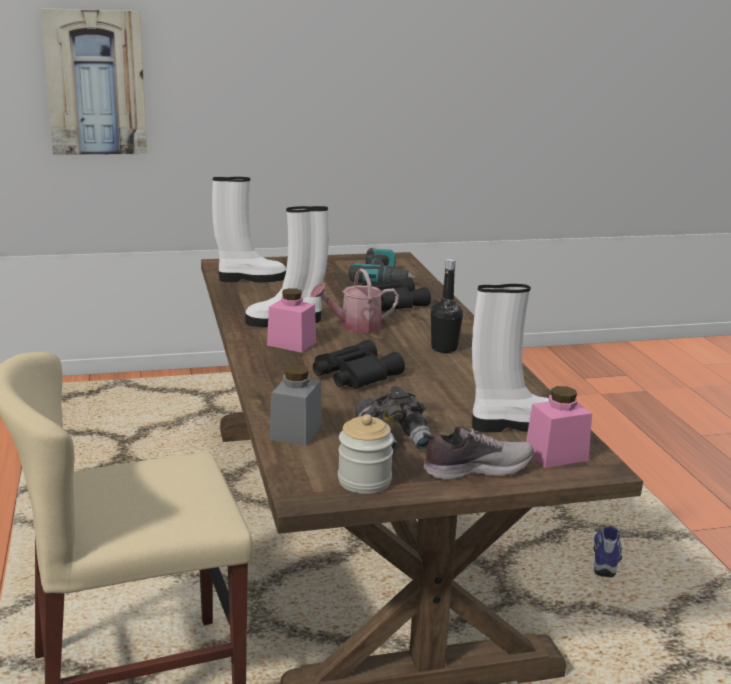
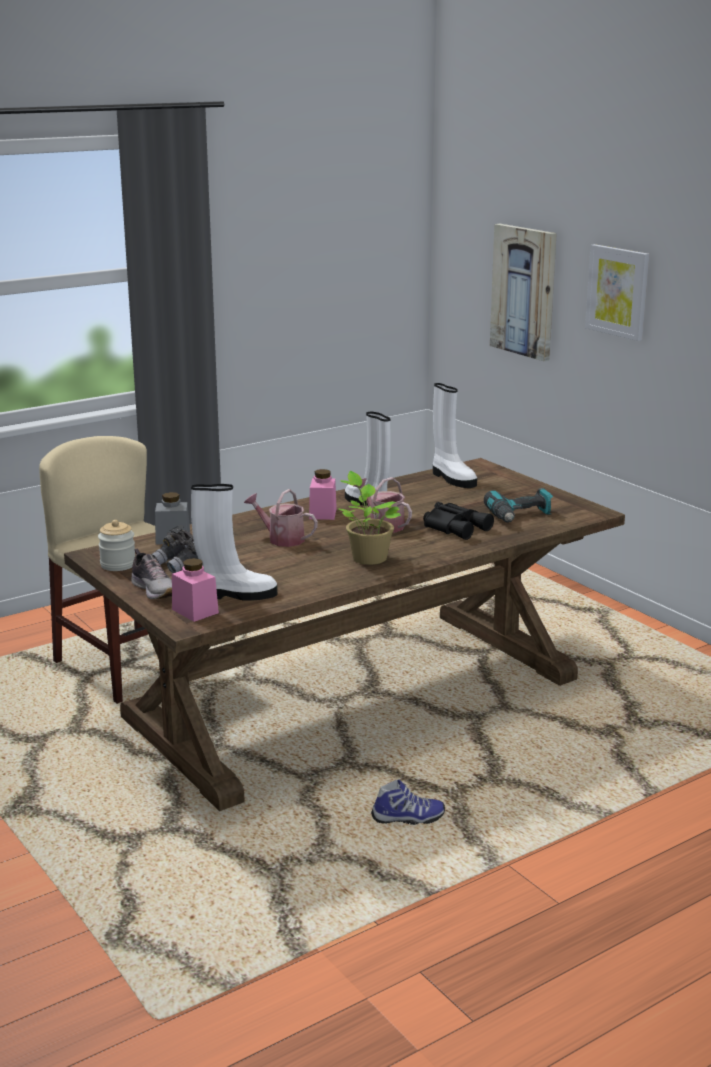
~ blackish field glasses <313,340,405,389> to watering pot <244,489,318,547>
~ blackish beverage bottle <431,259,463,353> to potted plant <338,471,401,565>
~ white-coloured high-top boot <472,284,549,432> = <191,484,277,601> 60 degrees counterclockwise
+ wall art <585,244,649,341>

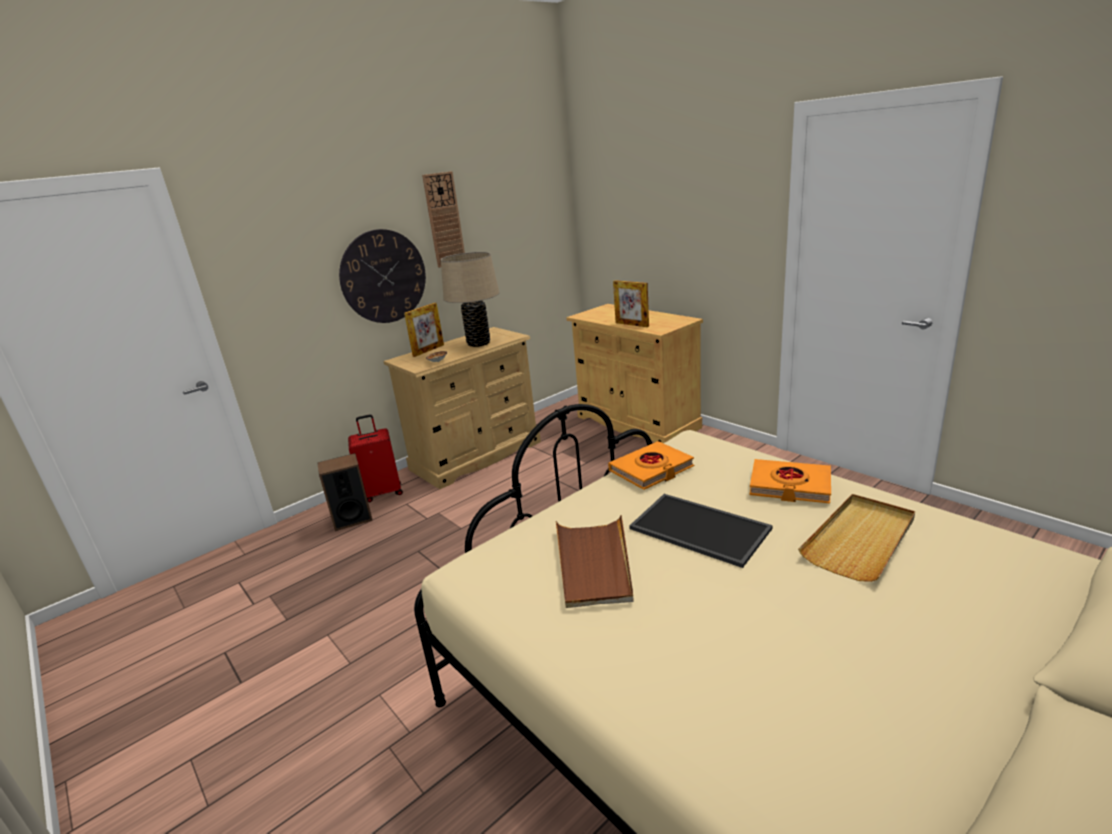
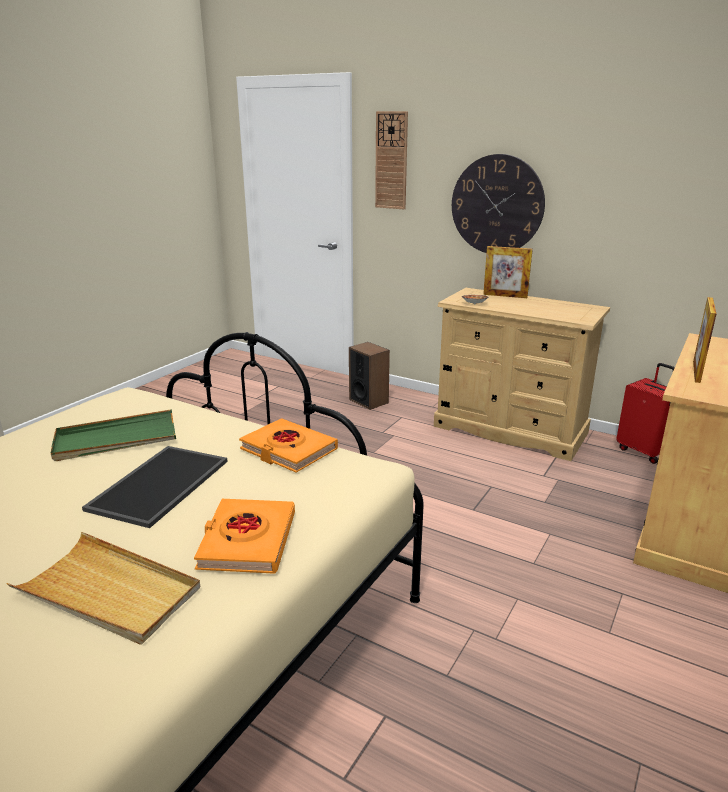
~ reddish suitcase <348,414,403,502> to <616,363,675,464>
~ clock on the wall <422,171,465,268> to <375,111,408,209>
- beige tabletop lamp <441,252,500,347>
~ brown-coloured serving tray <556,515,634,608> to green serving tray <51,409,176,461>

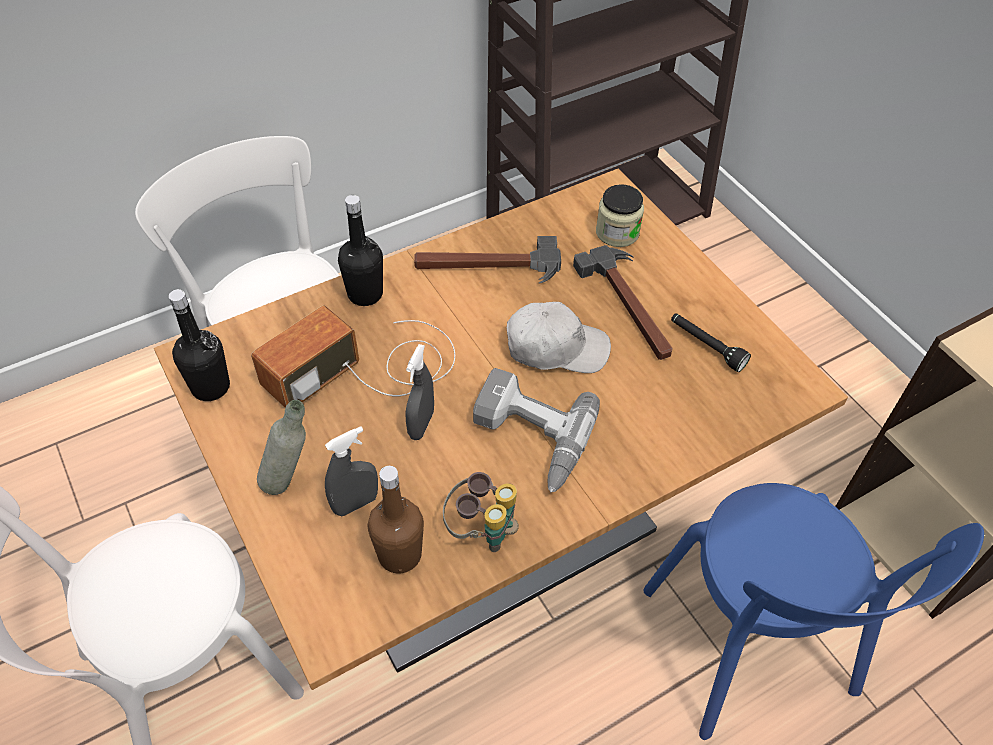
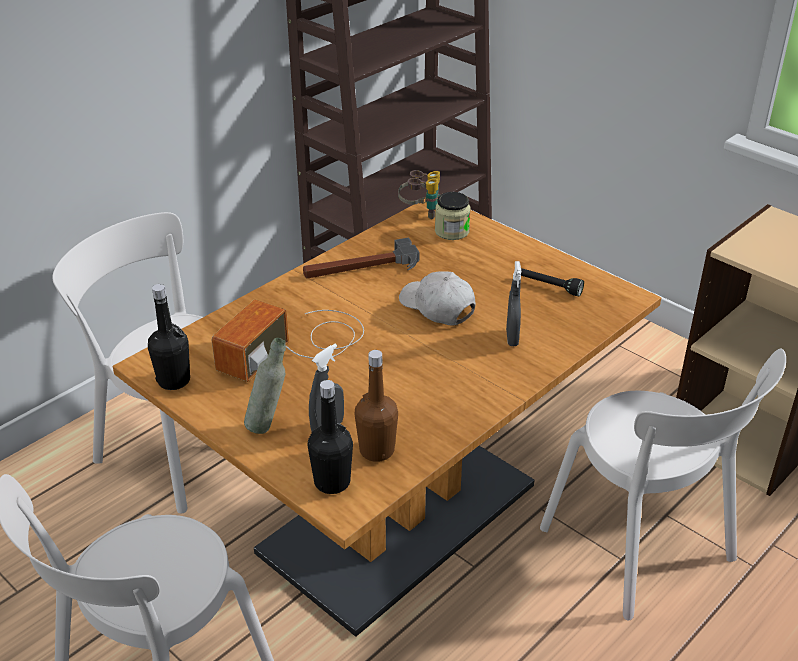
~ blackish beverage bottle <338,195,383,306> to <308,380,353,494>
~ grey sprayer <405,344,434,440> to <506,261,521,346>
~ field glasses <443,472,519,552> to <398,170,440,219>
- power drill <473,368,600,493>
~ white-coloured baseball cap <507,302,611,373> = <399,271,476,325> 120 degrees counterclockwise
- hand hammer <573,245,673,360>
~ blue plain chair <643,483,984,740> to white-coloured plain chair <540,349,786,621>

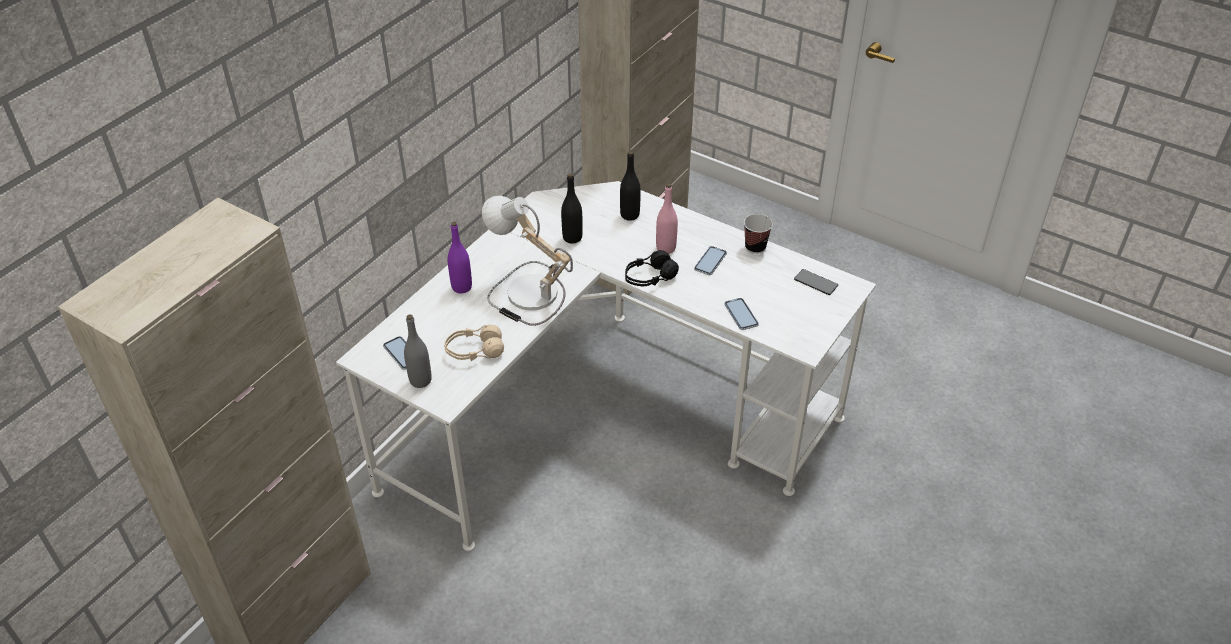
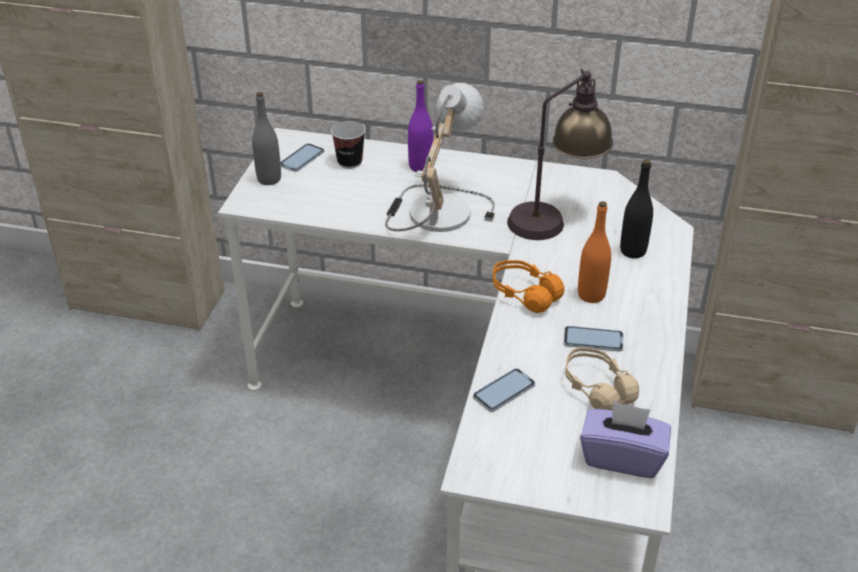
~ beige headset <444,325,504,361> to <565,348,639,410>
~ blackish beverage bottle <561,173,583,244> to tabletop lamp <507,68,613,240>
~ blackish headset <625,250,679,287> to orange headset <493,260,565,313>
~ pinkish beverage bottle <656,183,678,254> to orange beverage bottle <578,201,611,303>
~ drinking cup <744,214,773,254> to <331,121,365,169>
~ telephone <794,269,838,295> to purple-coloured tissue holder <580,401,671,478>

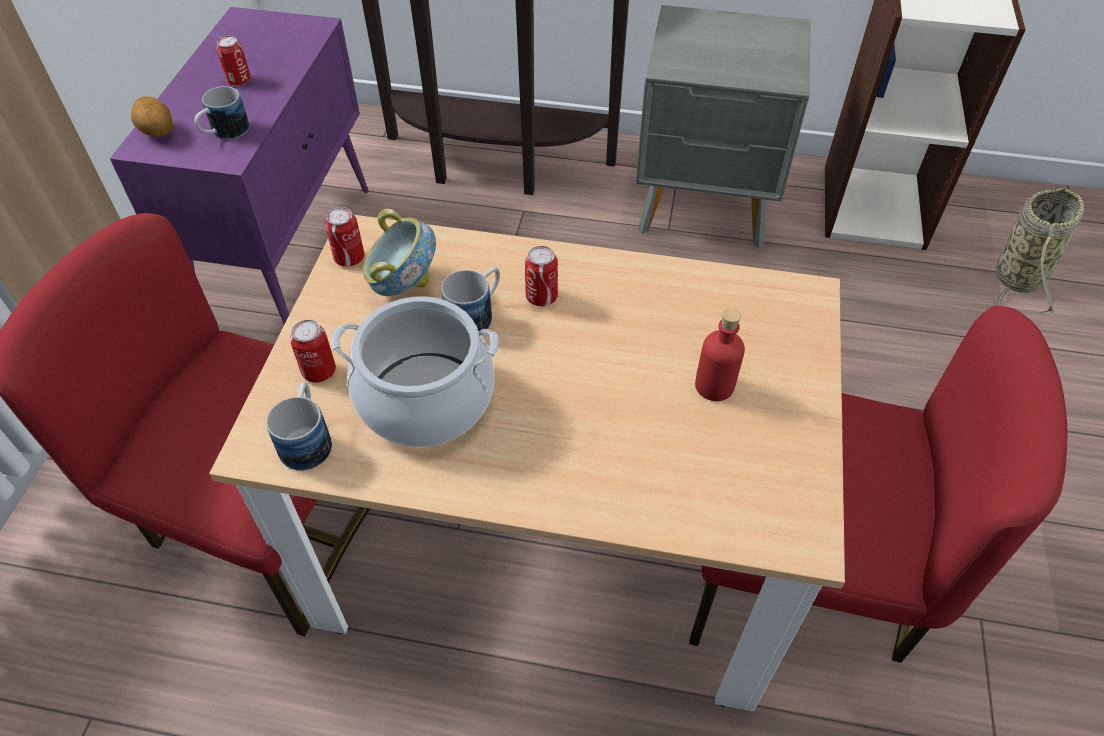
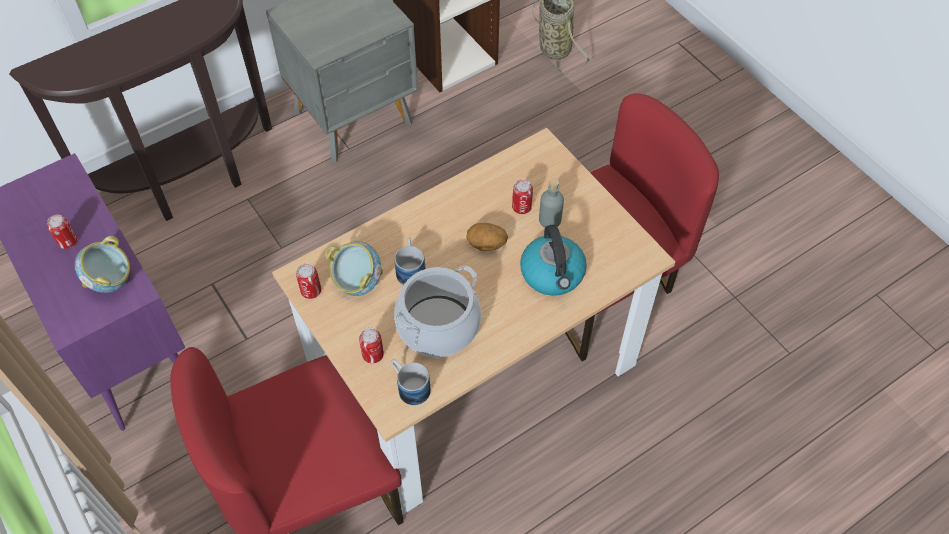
~ potato <131,96,173,137> to <467,223,508,251>
~ coffee mug <194,86,249,140> to serving bowl <75,236,130,293>
~ sealed can <525,246,558,306> to <512,179,533,214>
~ reddish beverage bottle <695,308,745,401> to grey beverage bottle <539,178,564,227>
+ tea kettle <520,225,587,296>

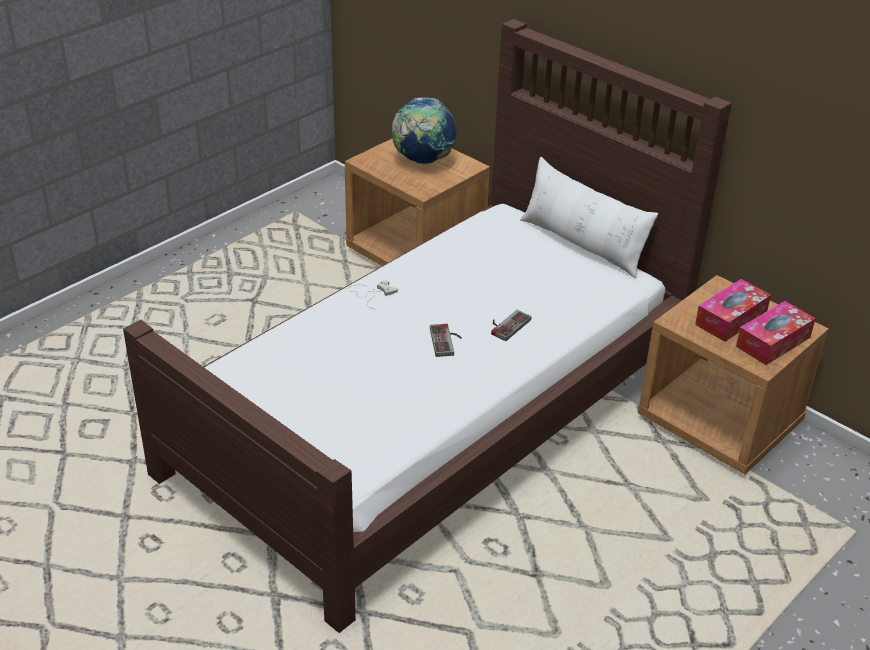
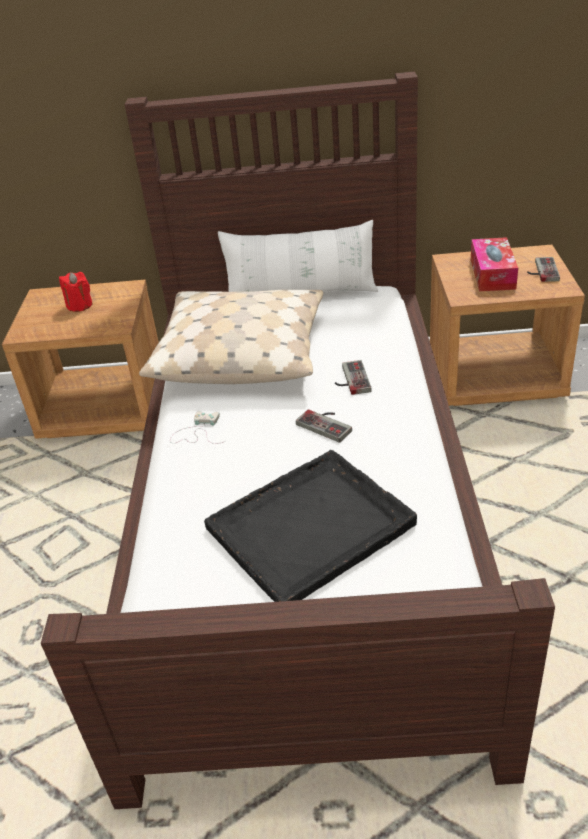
~ globe <392,97,457,165> to reddish wax candle <59,272,93,312>
~ tissue holder <736,301,816,365> to gamepad <527,257,560,282>
+ beige throw pillow <139,290,324,384>
+ blackish serving tray <204,450,417,602>

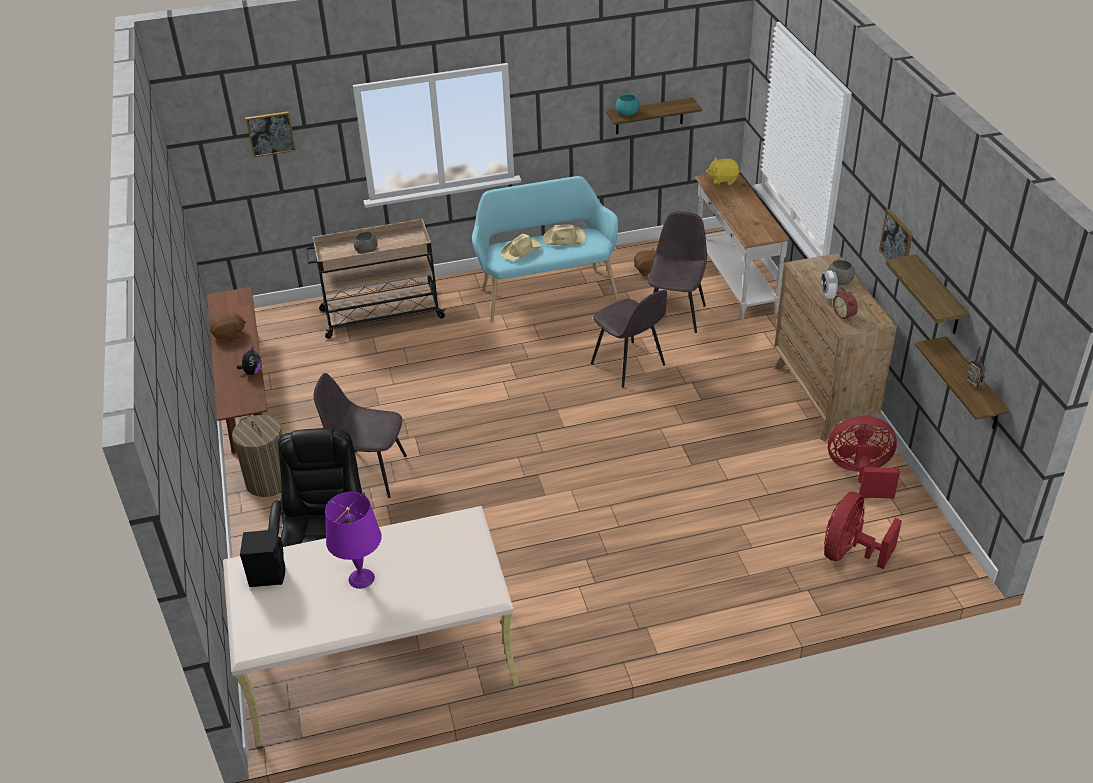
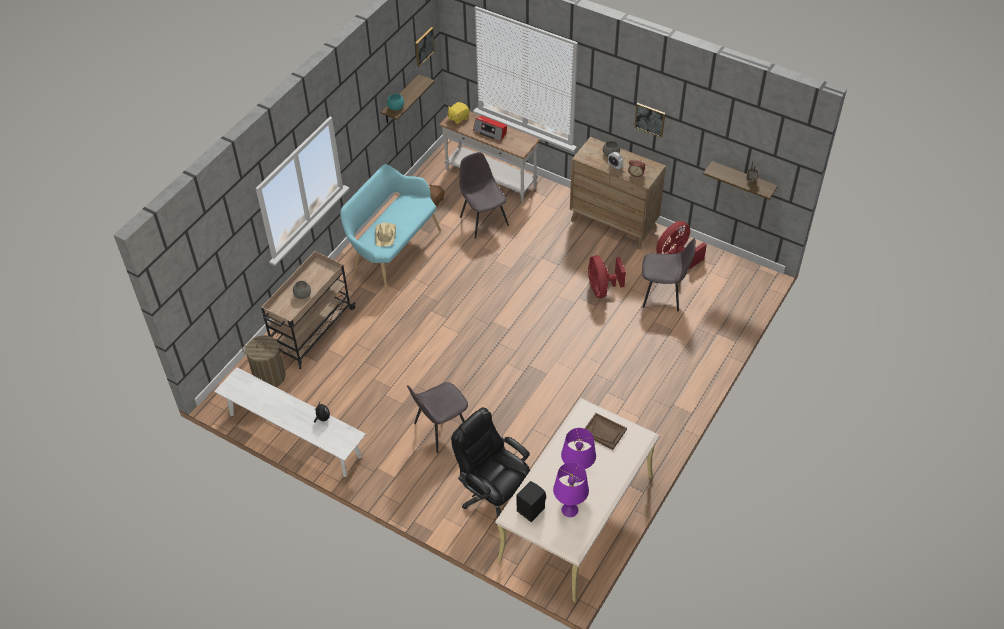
~ brown-coloured indoor bench <207,287,267,454> to white-coloured indoor bench <214,367,366,477>
- brown-coloured plush toy <210,309,246,343>
~ hamper <232,415,283,497> to <242,335,285,387>
~ wall art <246,111,296,157> to <415,27,435,67>
- beige clothing hat <543,224,586,245>
~ grey plain chair <591,290,667,388> to <642,238,696,311>
~ reddish fan <824,491,902,569> to <588,256,626,298>
- wall shelf <886,254,969,334>
+ radio set <473,116,507,141>
+ purple-coloured tabletop lamp <553,462,589,517>
+ brown-coloured serving tray <584,413,627,450>

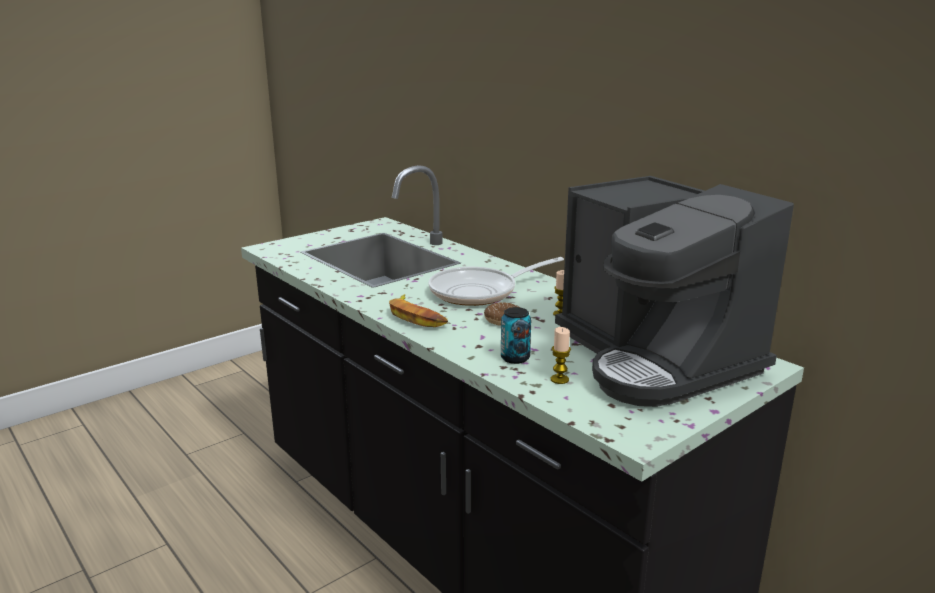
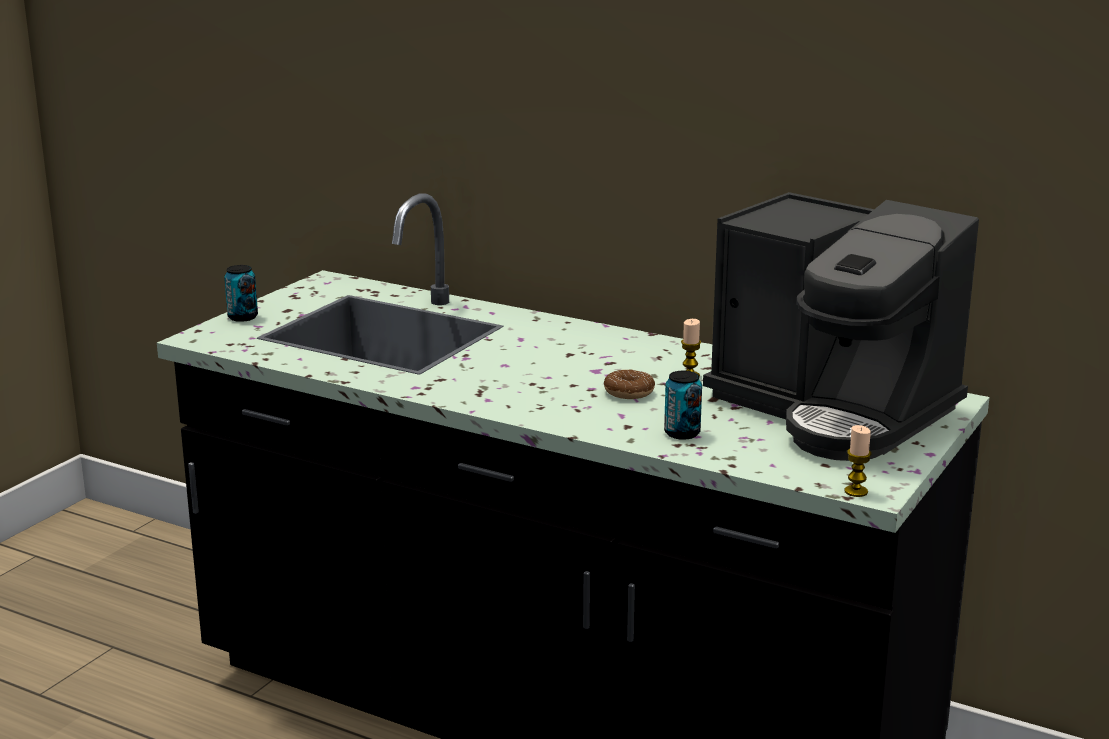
- banana fruit <389,294,448,327>
- pan <429,257,564,306>
~ wax candle <551,327,571,384> to <844,425,871,497>
+ sealed can <224,265,258,322>

